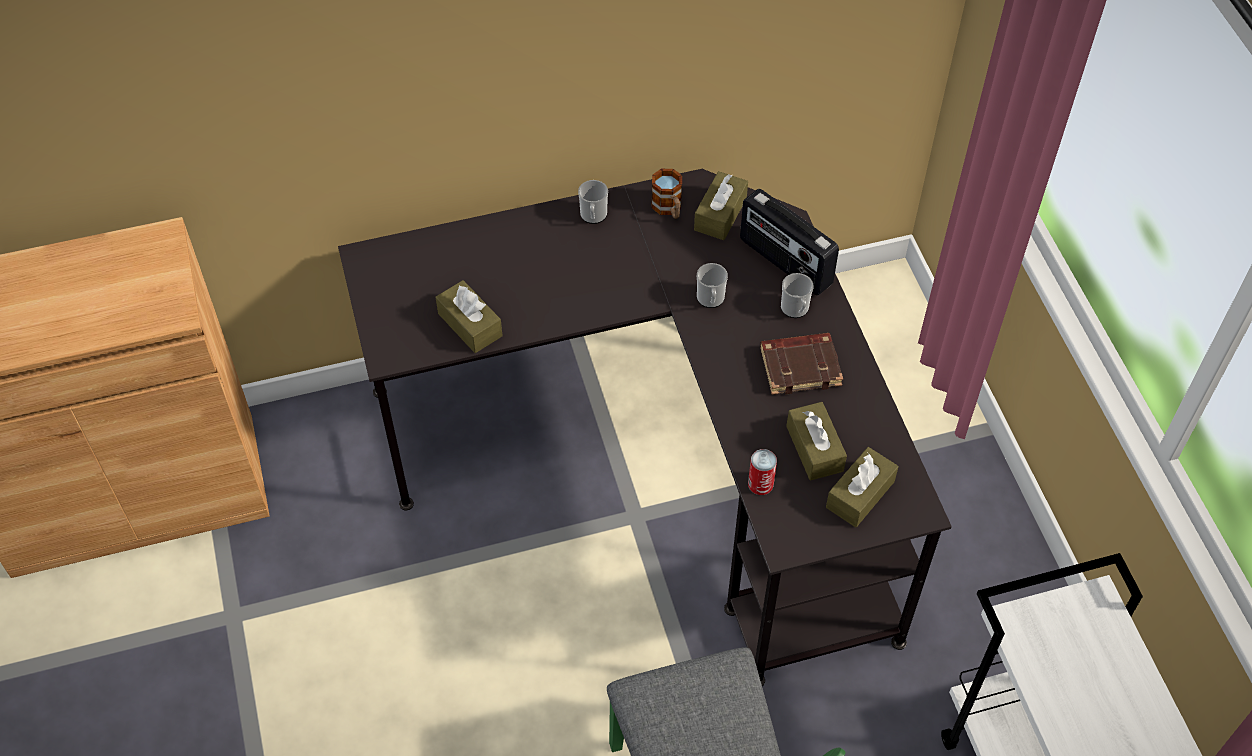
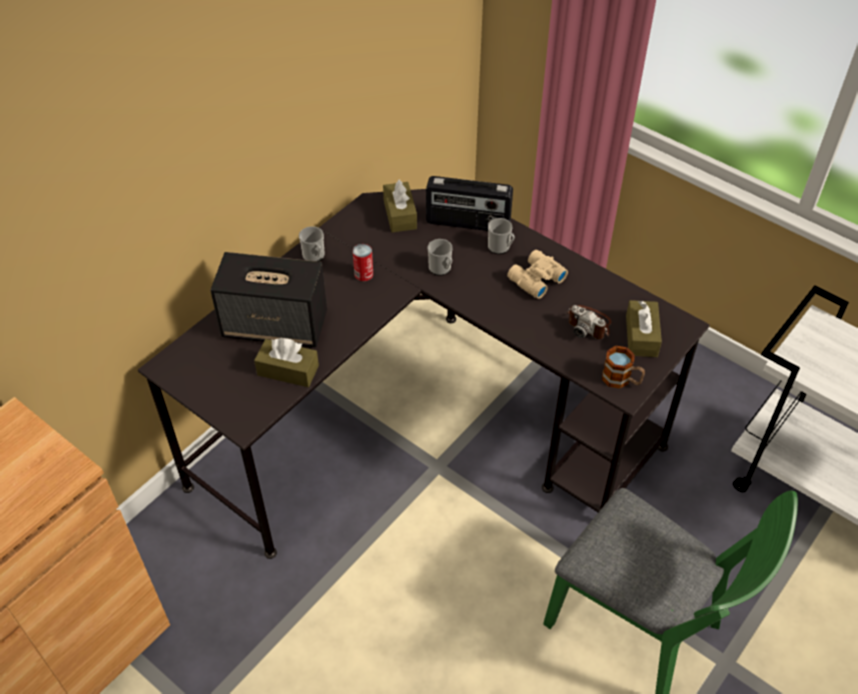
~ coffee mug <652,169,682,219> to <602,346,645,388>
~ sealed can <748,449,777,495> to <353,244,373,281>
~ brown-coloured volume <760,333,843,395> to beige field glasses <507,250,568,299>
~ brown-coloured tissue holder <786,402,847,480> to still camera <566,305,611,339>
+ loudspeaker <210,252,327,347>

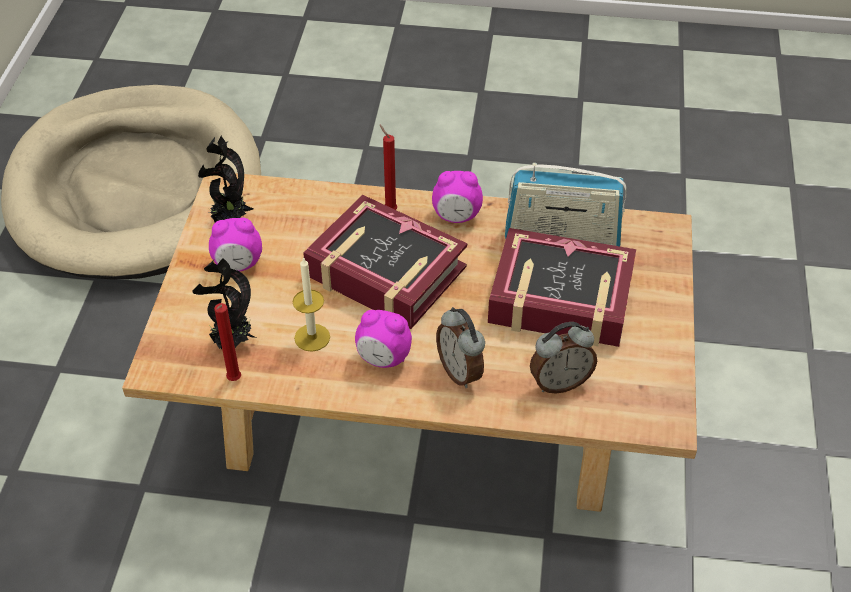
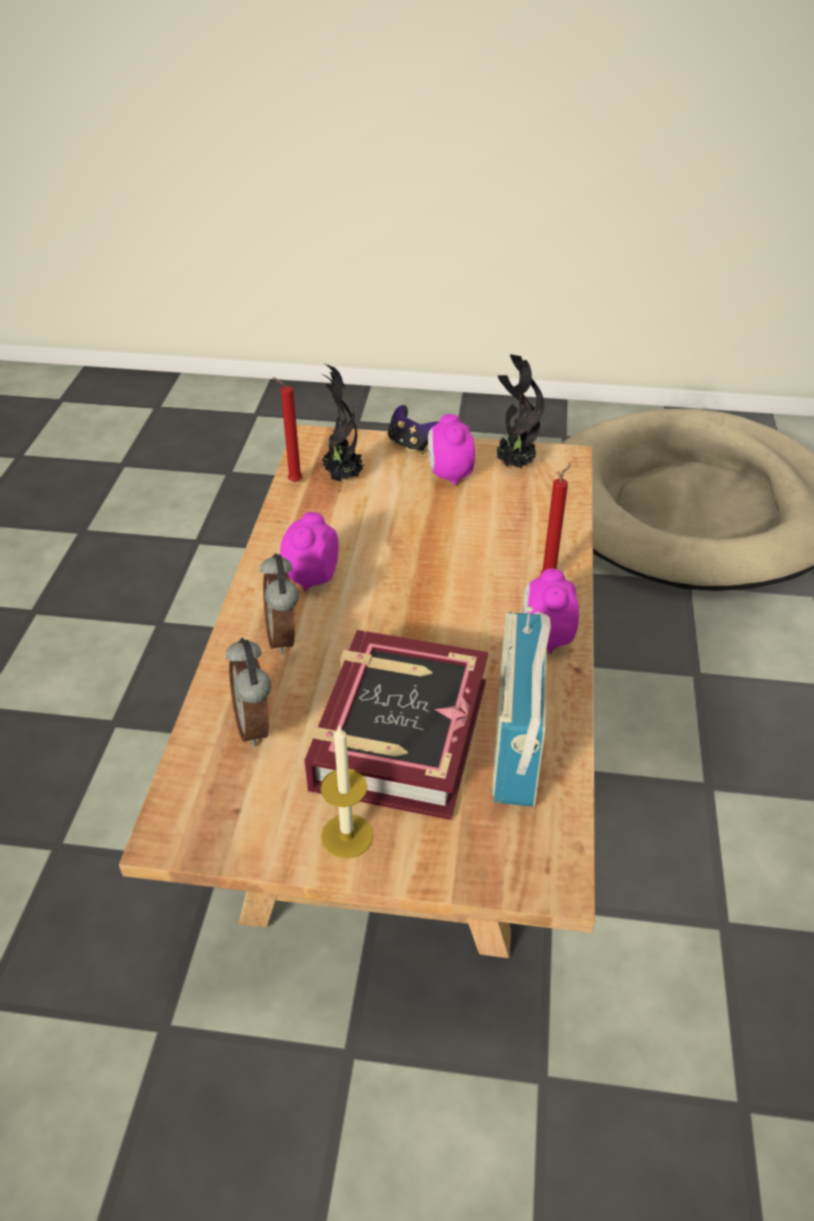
~ wax candle <292,257,330,352> to <320,725,373,859>
- volume <303,195,467,329>
~ alarm clock <436,307,485,388> = <260,554,299,655> 75 degrees counterclockwise
+ gamepad <388,405,439,454>

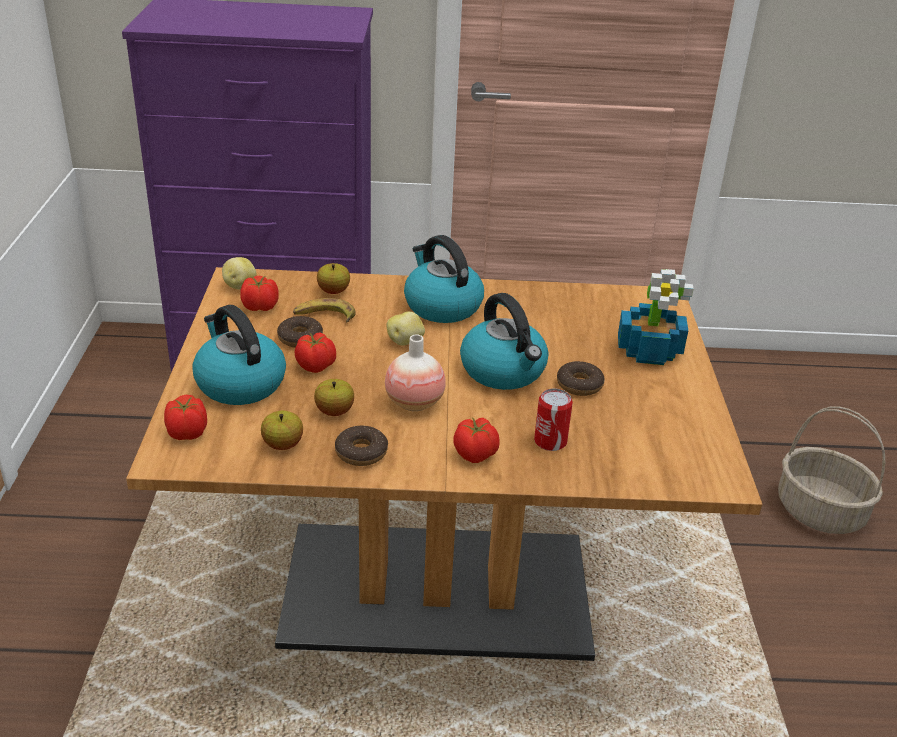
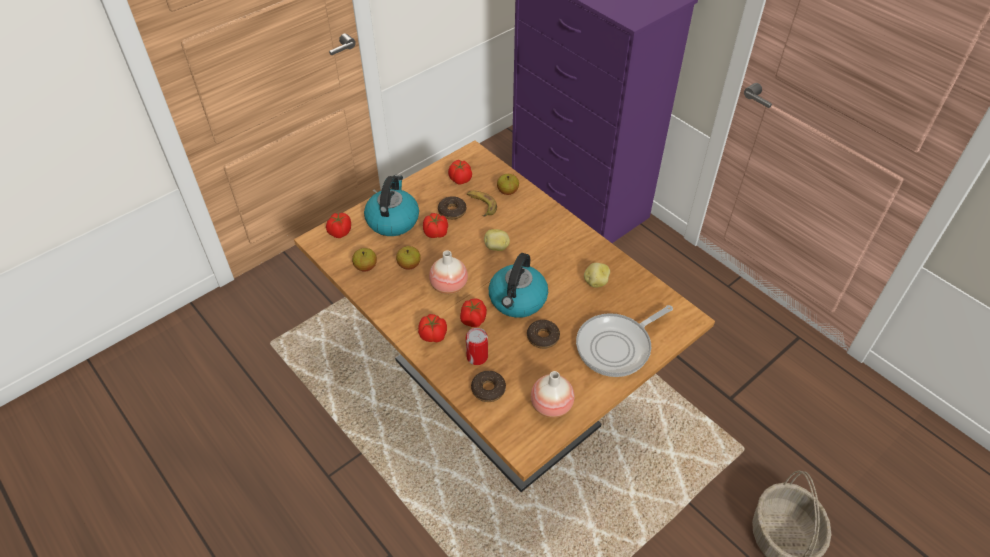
~ potato <222,257,256,290> to <584,263,610,288>
~ donut <335,426,388,466> to <471,371,506,402>
- tea kettle <404,235,484,323>
~ potted plant <618,269,694,365> to pan <576,305,673,377>
+ fresh tomato <460,298,487,327>
+ decorative vase <531,371,574,418>

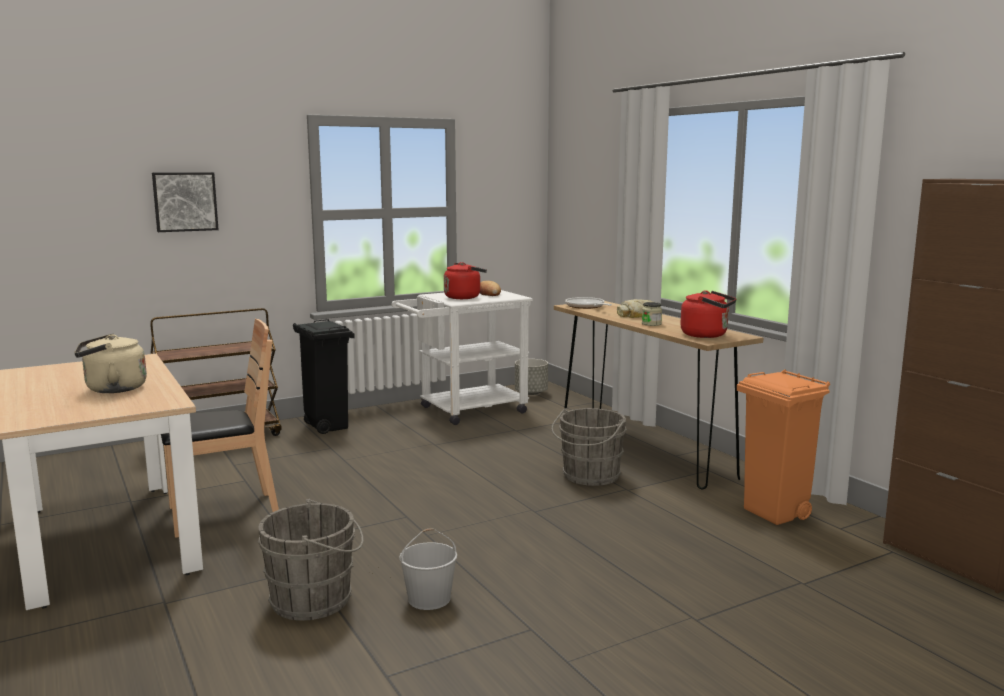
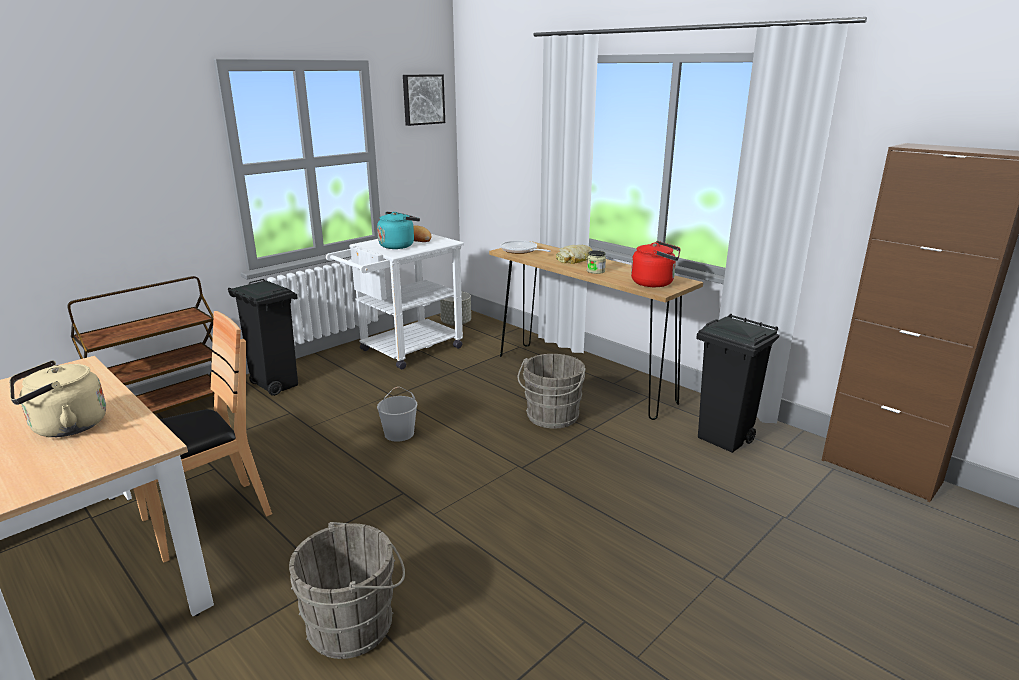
~ wall art <152,172,219,232> to <403,74,445,126>
~ white-coloured pail <399,528,457,610> to <377,387,418,442>
~ reddish tea kettle <444,262,487,299> to turquoise-coloured tea kettle <377,212,420,249>
~ orange rubbish bin <737,369,830,525> to blackish rubbish bin <696,314,779,453>

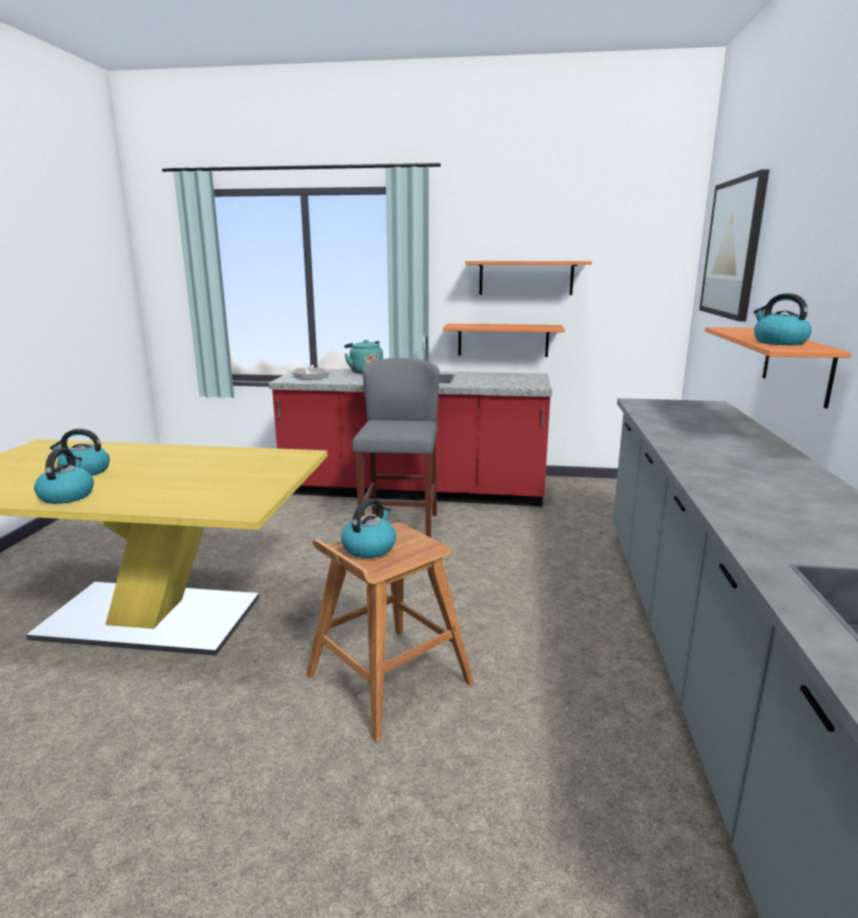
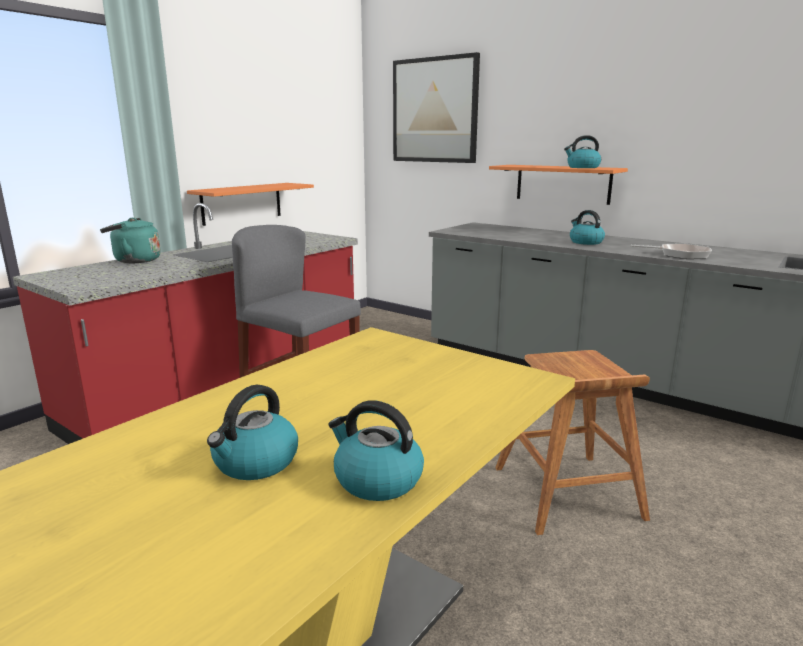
~ pan <291,365,330,380> to <631,244,712,259>
~ tea kettle <341,498,396,558> to <570,210,605,245>
- orange wall shelf <465,261,592,295>

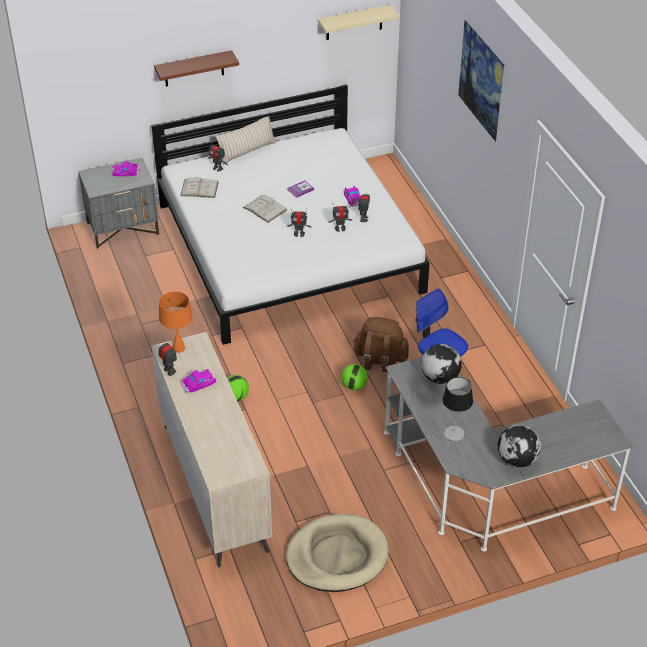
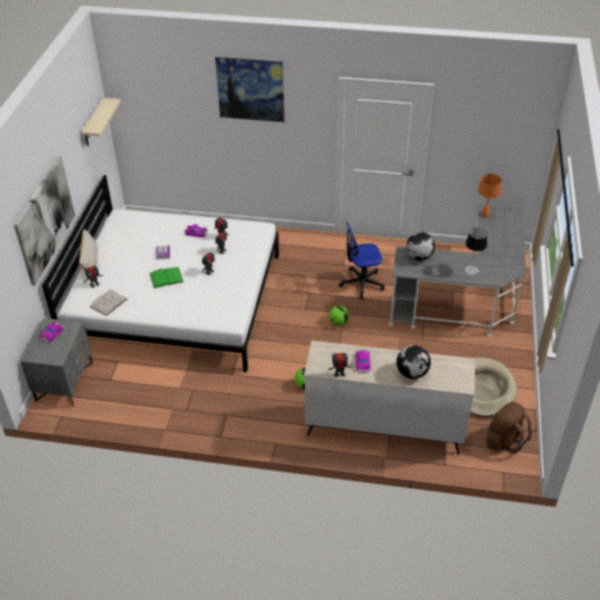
~ brown-coloured wall shelf <154,50,239,87> to wall art <14,156,75,286>
~ orange tabletop lamp <159,291,193,353> to <478,174,502,217>
~ white-coloured volume <243,194,287,223> to green volume <150,267,183,288>
~ brown-coloured backpack <353,317,409,372> to <486,402,532,454>
~ globe <498,425,541,467> to <396,345,431,379>

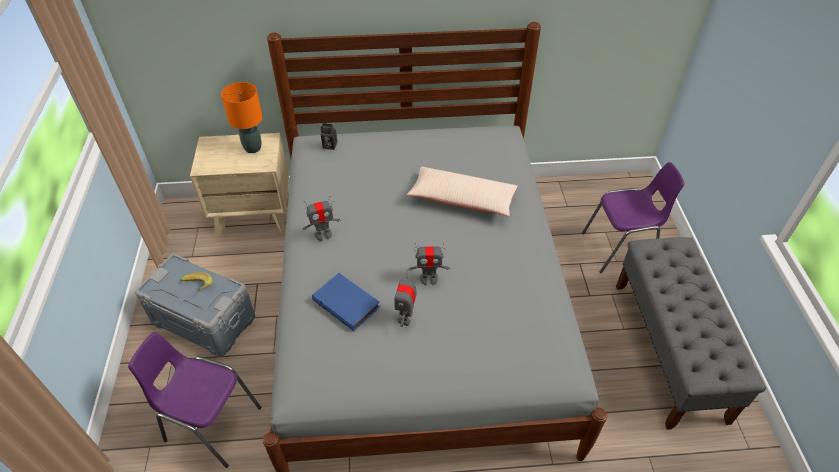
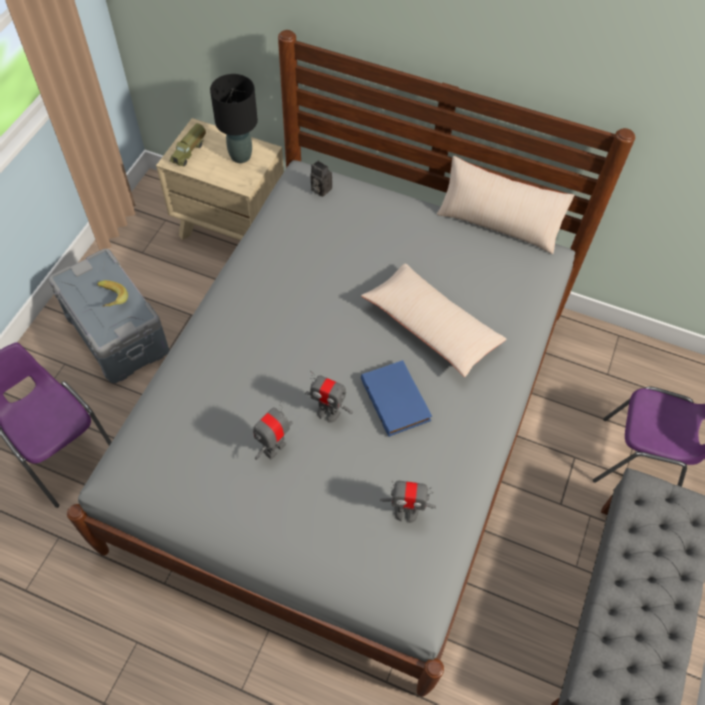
~ orange tabletop lamp <221,82,263,153> to blackish tabletop lamp <210,74,258,163>
~ robot figure <302,196,341,241> to <380,481,436,523>
~ blue volume <312,273,380,331> to <361,360,432,437>
+ toy truck <170,123,206,166>
+ beige throw pillow <437,156,574,254>

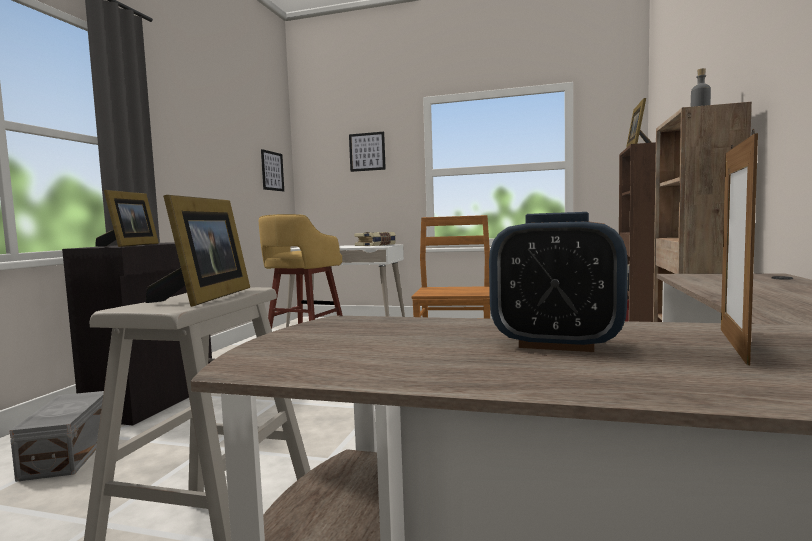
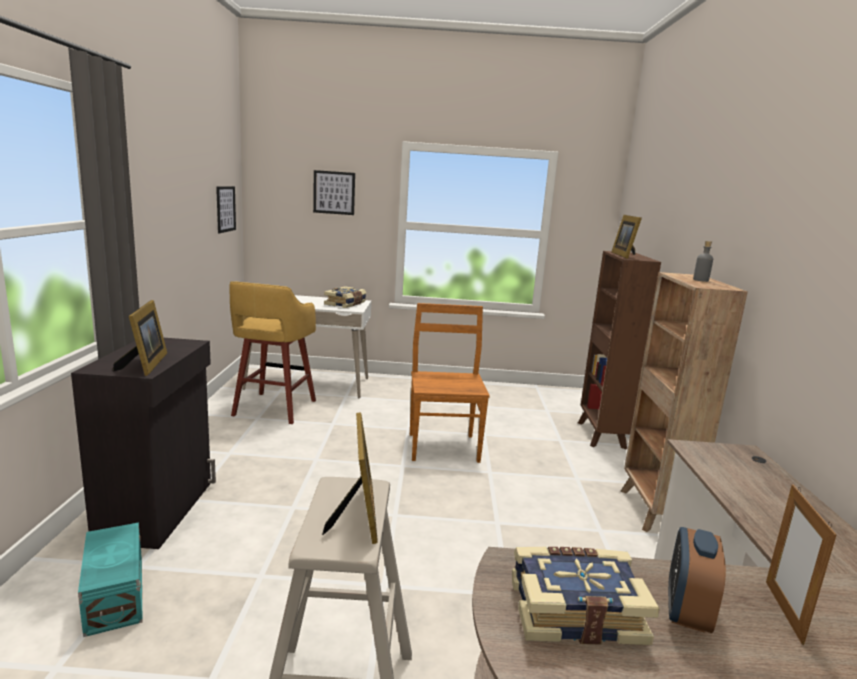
~ grey storage box <9,391,104,482> to turquoise-coloured storage box <78,522,143,637>
~ alarm clock <489,212,628,352> = <668,527,726,633> 105 degrees clockwise
+ volume <512,547,660,645>

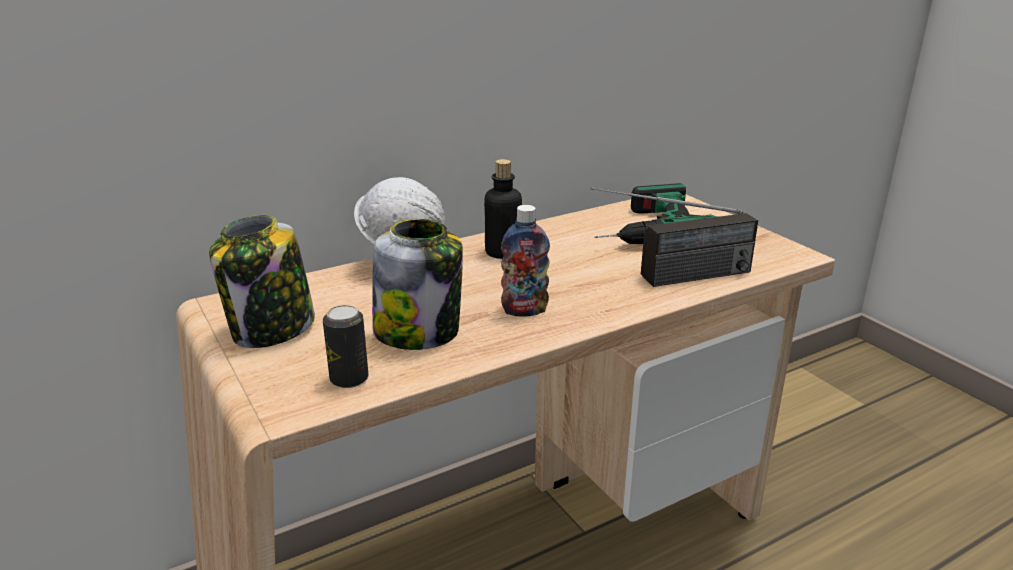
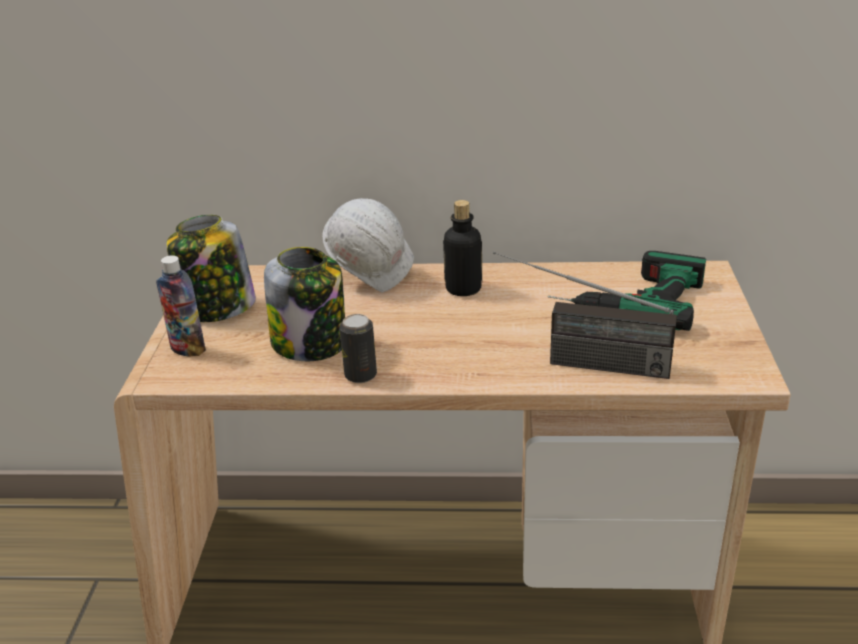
~ sealed can <323,305,369,388> to <339,314,377,383>
~ beverage bottle <501,205,550,317> to <156,255,206,356>

